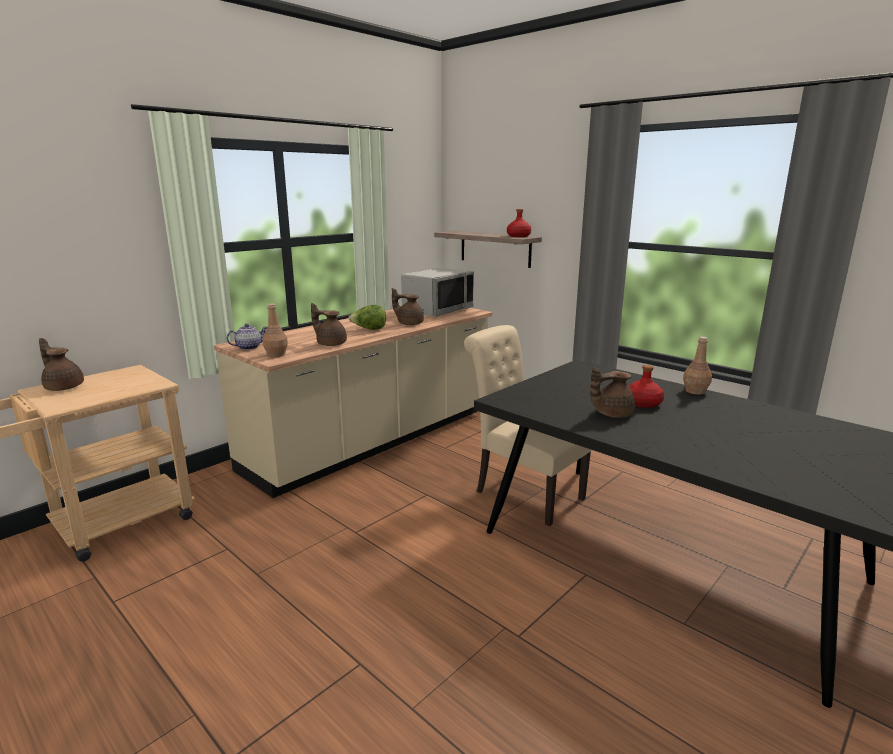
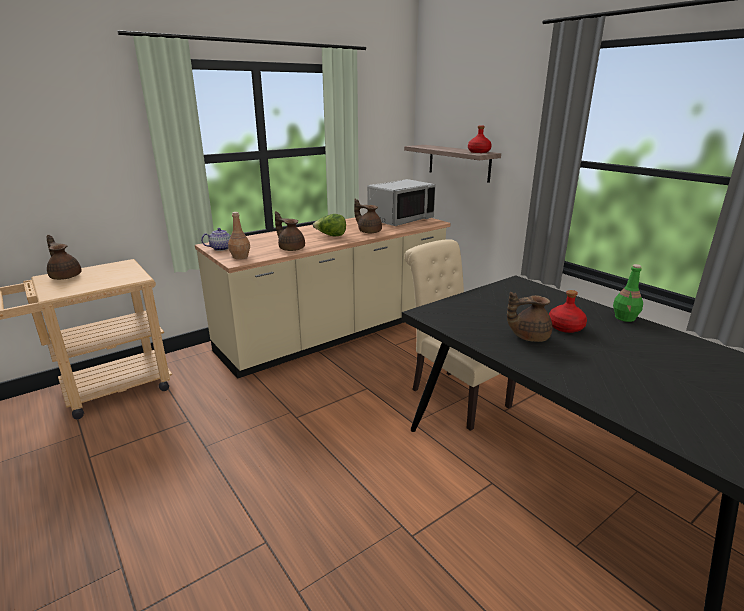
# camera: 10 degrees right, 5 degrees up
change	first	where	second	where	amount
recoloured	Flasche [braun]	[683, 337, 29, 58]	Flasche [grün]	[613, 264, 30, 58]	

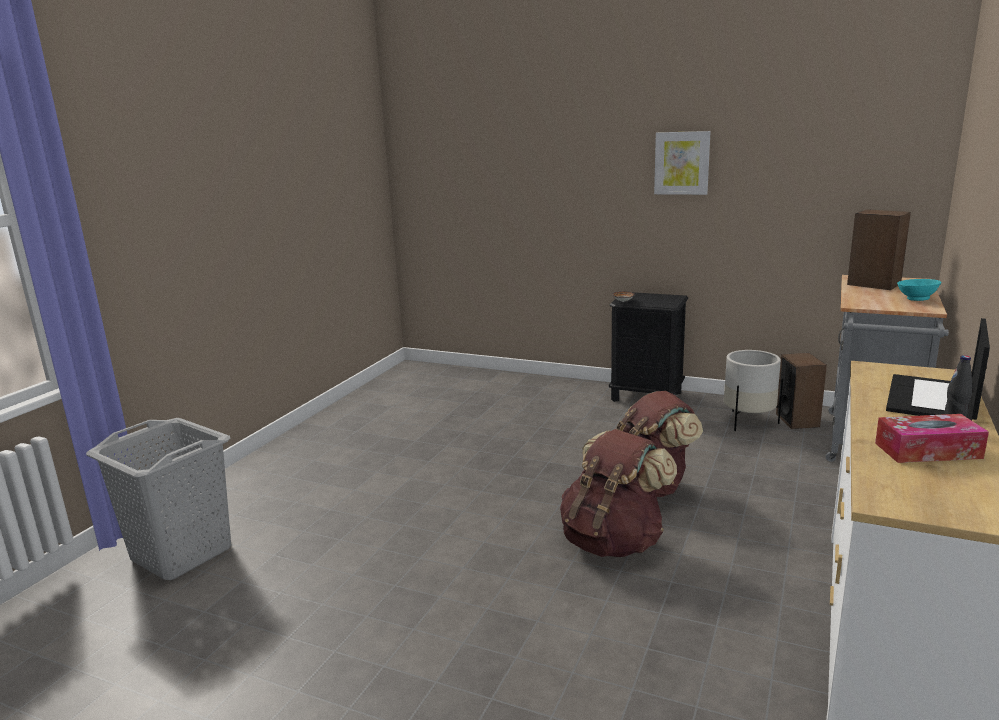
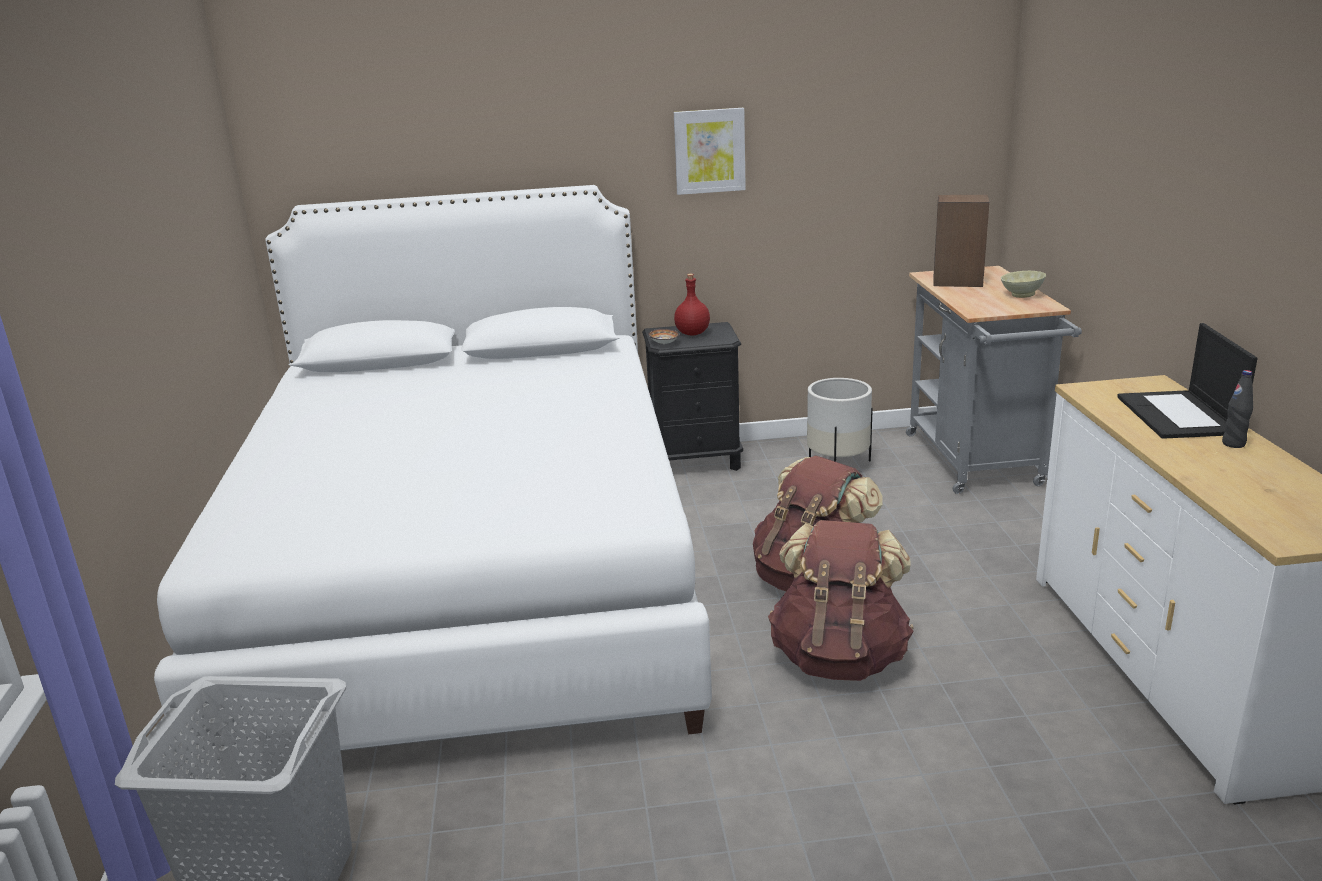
# camera: 30 degrees left, 5 degrees up
change	first	where	second	where	amount
added			Bett [weiß]	[154, 185, 558, 569]	
added			Flasche [rot]	[674, 274, 36, 62]	
recoloured	Schüssel [türkis]	[897, 279, 45, 22]	Schüssel [beige]	[1001, 271, 45, 27]	
removed	Lautsprecher	[776, 353, 51, 76]			
removed	Taschentuchbox	[875, 414, 114, 49]			

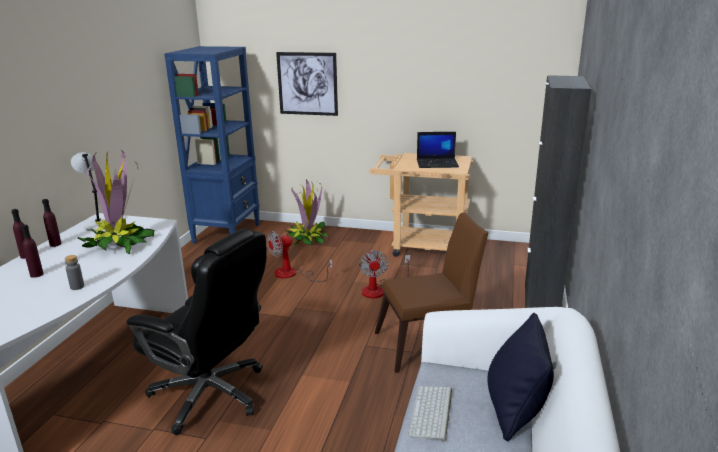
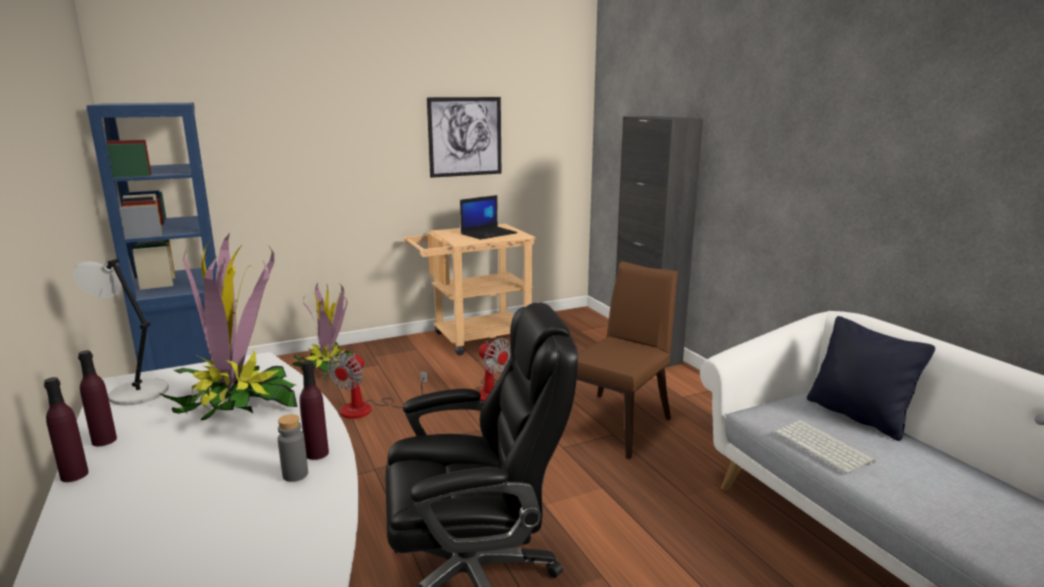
# camera: 40 degrees left, 5 degrees down
change	first	where	second	where	amount
moved	Flasche [lila]	[21, 225, 23, 53]		[300, 360, 29, 100]	
moved	Bild	[276, 52, 62, 64]		[427, 97, 74, 81]	

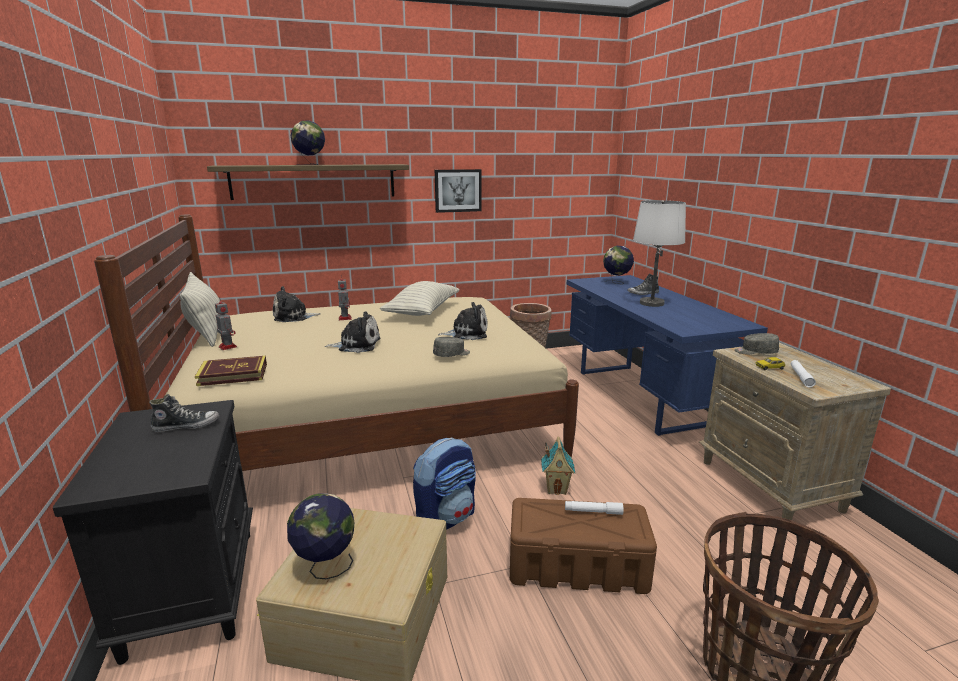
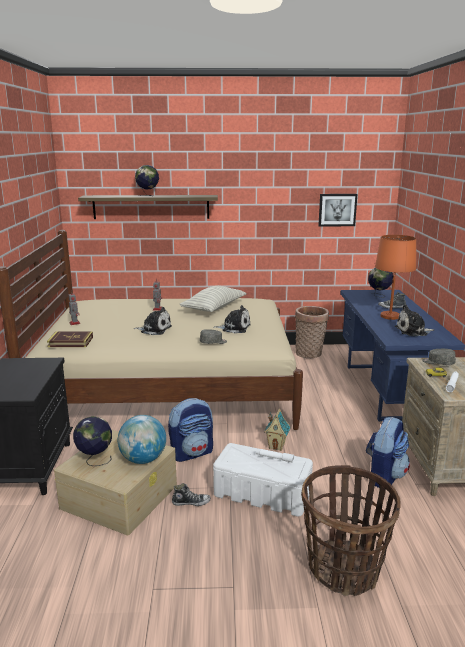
# camera: 15 degrees right, 0 degrees up
change	first	where	second	where	amount
added			Globus	[118, 415, 48, 49]	
moved	Schuh	[149, 394, 70, 38]		[172, 483, 39, 23]	
recoloured	Aufbewahrungsbox [braun]	[510, 498, 147, 96]	Aufbewahrungsbox [weiß]	[213, 443, 100, 74]	
moved	Bild	[435, 169, 47, 44]		[318, 194, 39, 32]	
added			Rucksack	[366, 417, 44, 71]	
recoloured	Tischlampe [weiß]	[633, 200, 53, 107]	Tischlampe [orange]	[375, 235, 41, 85]	
moved	Plüschtier	[273, 286, 48, 36]		[395, 304, 39, 32]	
removed	Kissen	[180, 272, 40, 75]			

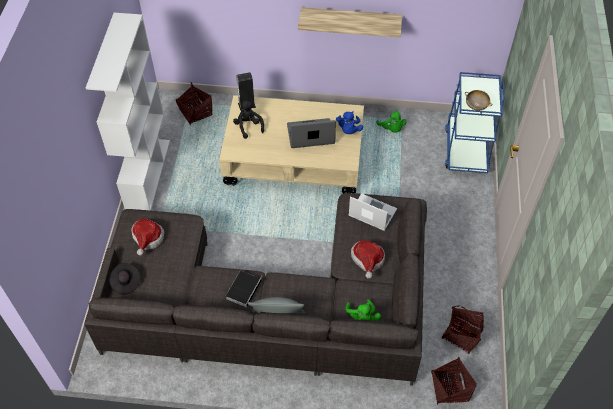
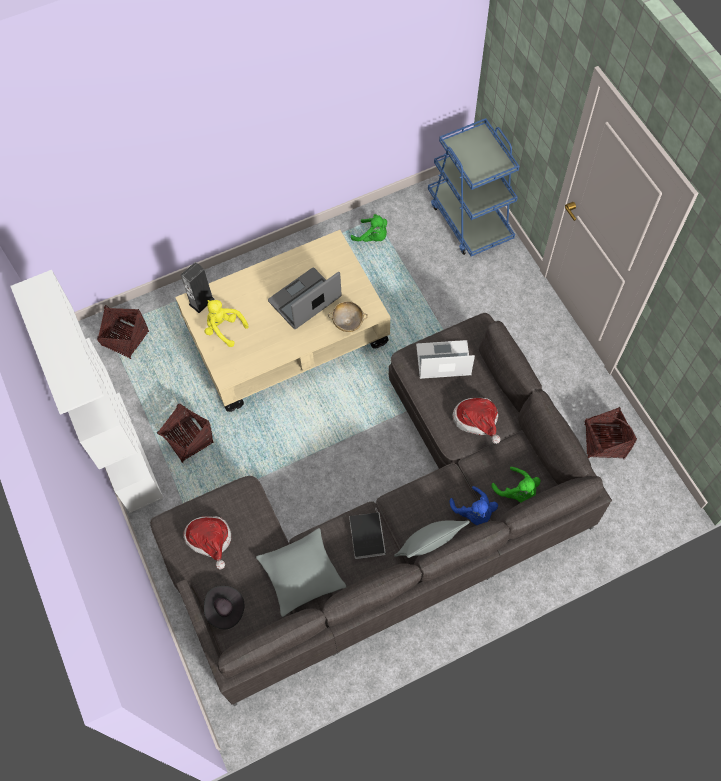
# camera: 30 degrees left, 10 degrees up
change	first	where	second	where	amount
moved	Korb	[431, 357, 46, 48]		[157, 404, 57, 59]	
recoloured	Plüschtier [schwarz]	[233, 100, 31, 39]	Plüschtier [gelb]	[205, 300, 43, 47]	
added			Kissen [grau]	[256, 528, 90, 89]	
moved	Schüssel [beige]	[465, 90, 27, 21]		[328, 301, 40, 31]	
moved	Plüschtier [blau]	[336, 111, 27, 23]		[450, 486, 48, 39]	
removed	Wandregal	[298, 7, 104, 31]			

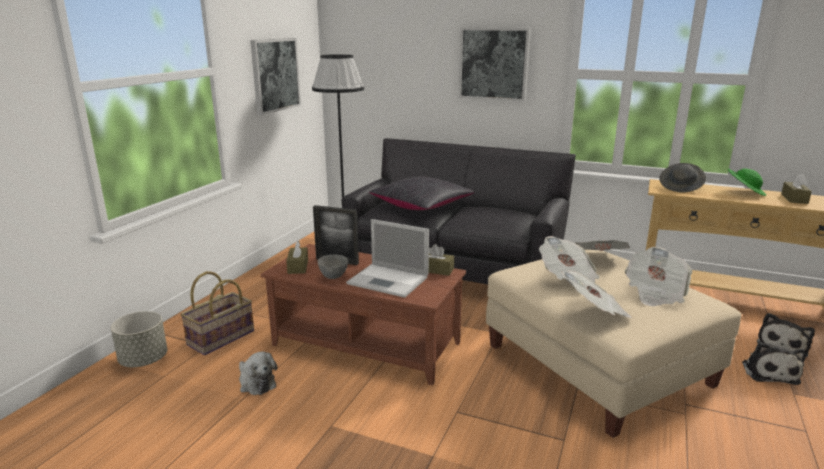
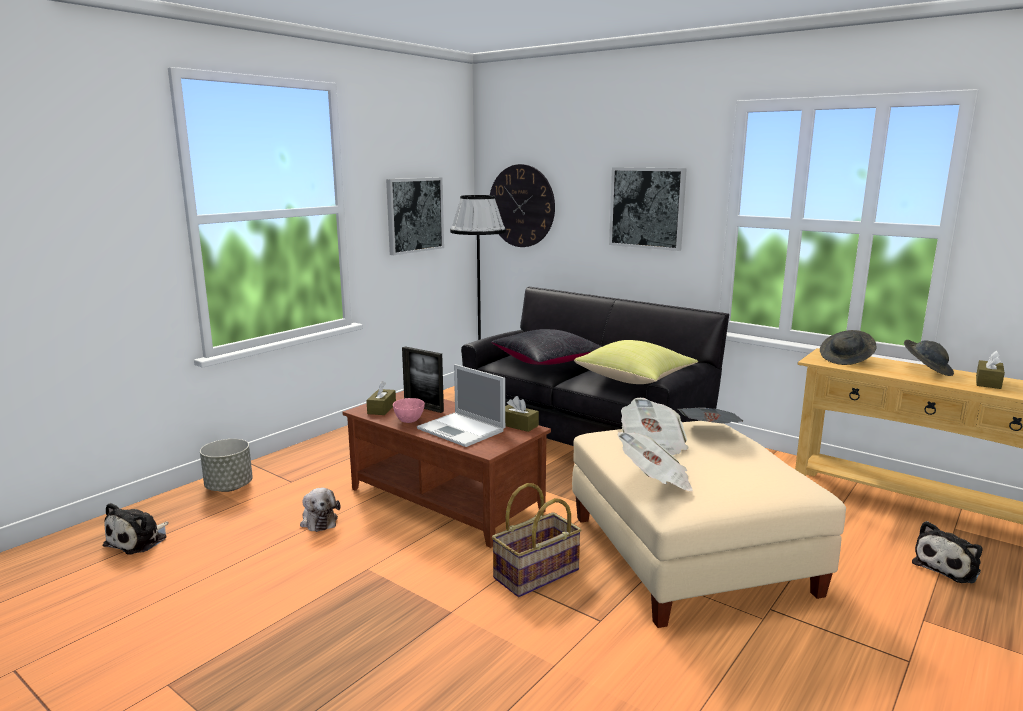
# camera: 15 degrees right, 5 degrees down
change	first	where	second	where	amount
moved	Plüschtier	[742, 342, 64, 43]		[103, 503, 65, 52]	
recoloured	Schüssel [grau]	[318, 255, 30, 24]	Schüssel [rosa]	[393, 398, 32, 25]	
added			Wanduhr	[490, 164, 65, 83]	
moved	Korb	[180, 271, 74, 84]		[492, 483, 89, 114]	
added			Kissen [gelb]	[574, 340, 124, 44]	
recoloured	Hut [grün]	[728, 168, 38, 28]	Hut [grau]	[904, 340, 50, 36]	
removed	Zeitung	[625, 247, 68, 59]			

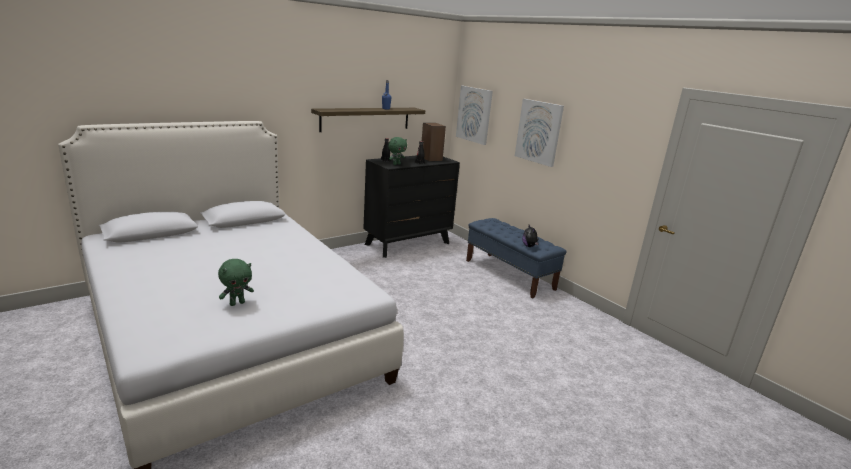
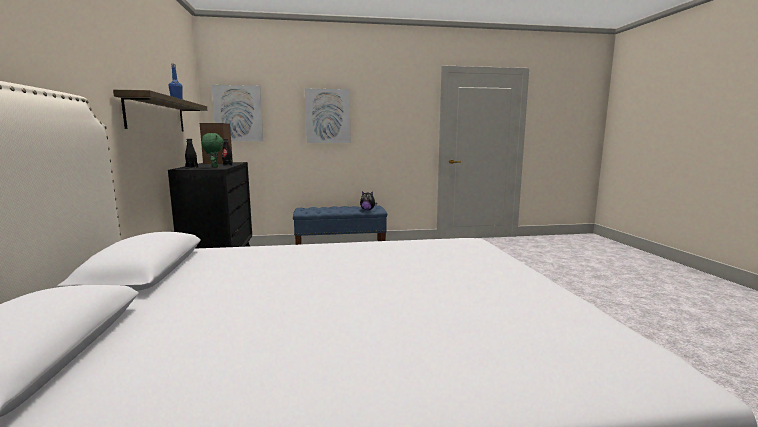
# camera: 60 degrees left, 10 degrees down
change	first	where	second	where	amount
removed	Plüschtier [grün]	[218, 259, 36, 47]			

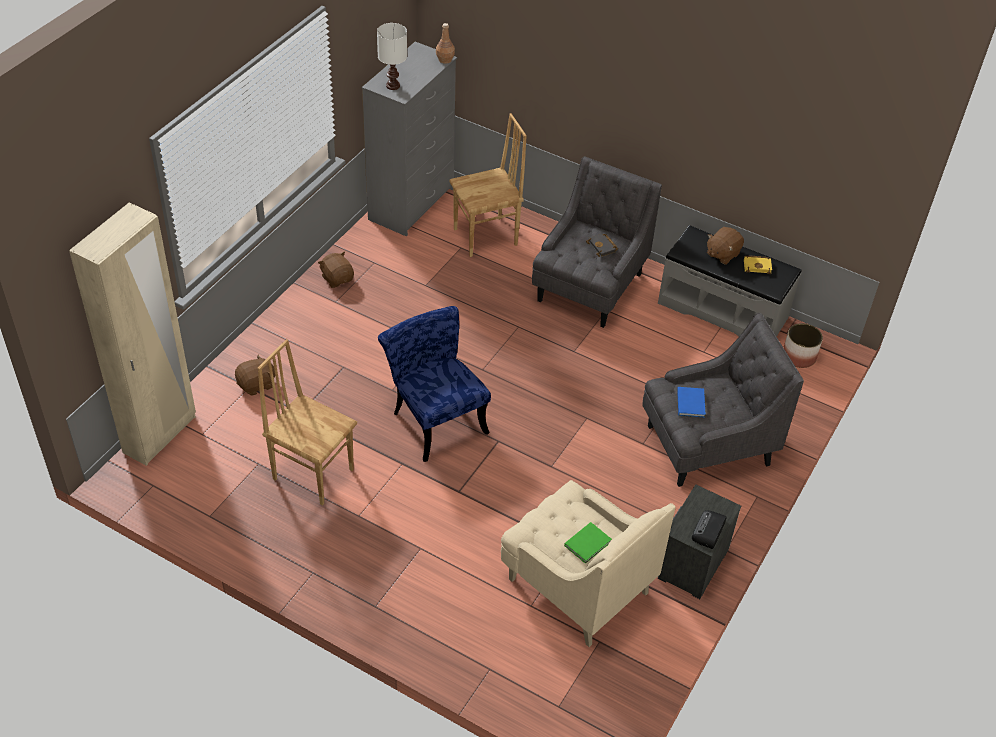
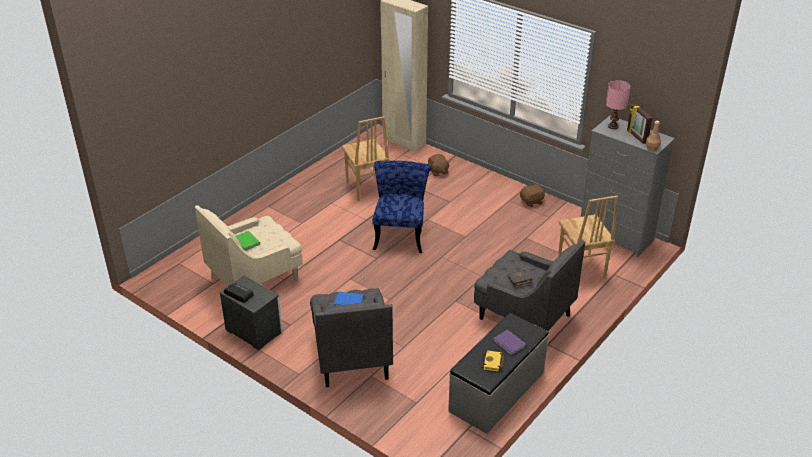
# camera: 100 degrees right, 10 degrees down
change	first	where	second	where	amount
turned	Stuhl [braun]	[258, 339, 99, 166]		[342, 116, 48, 85]	120 degrees clockwise
turned	Stuhl [blau]	[378, 306, 113, 156]		[372, 161, 59, 92]	60 degrees counterclockwise
replaced	Plüschtier [braun]	[707, 227, 37, 38]	Buch [lila]	[493, 330, 33, 26]	
recoloured	Tischlampe [weiß]	[377, 23, 30, 67]	Tischlampe [rosa]	[606, 80, 25, 49]	
added			Bilderrahmen	[627, 104, 26, 40]	
removed	Pflanzkübel	[783, 323, 40, 45]			

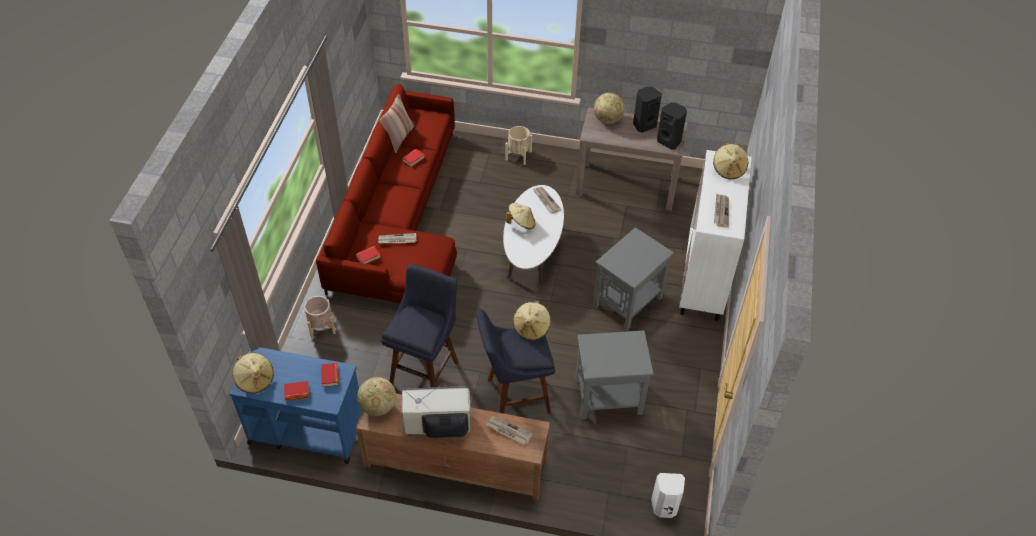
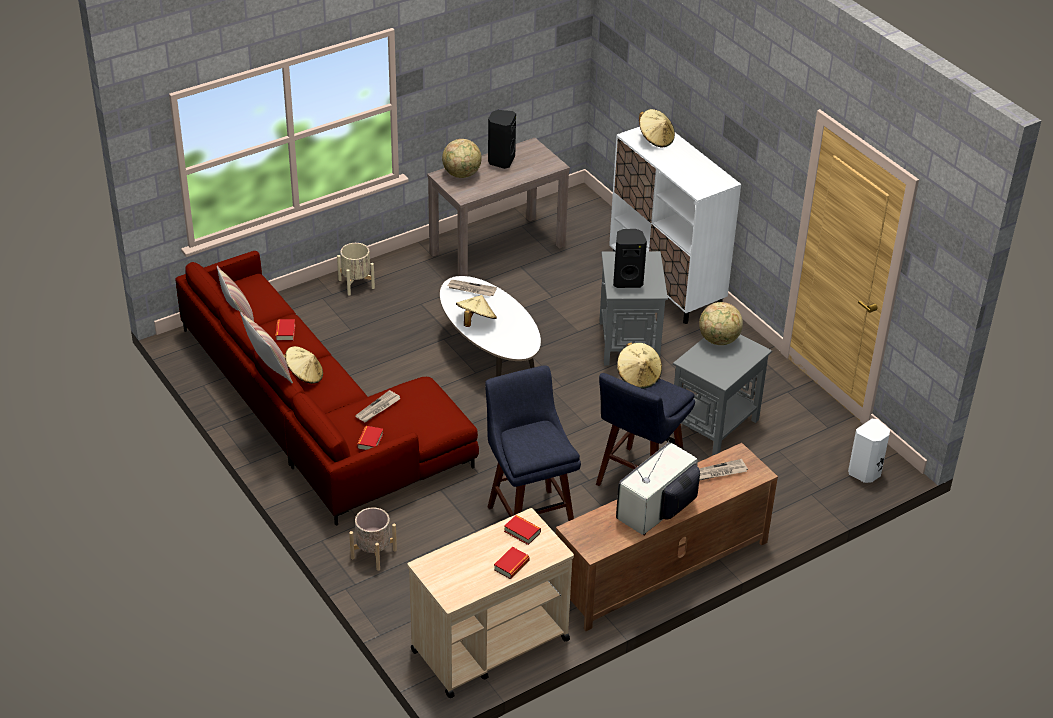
# camera: 45 degrees left, 10 degrees down
change	first	where	second	where	amount
added			Kissen	[240, 311, 53, 73]	
moved	Hut [beige]	[233, 353, 41, 41]		[283, 346, 40, 38]	
recoloured	Rollwagen [blau]	[229, 347, 133, 117]	Rollwagen [beige]	[407, 508, 167, 190]	
moved	Lautsprecher [schwarz]	[657, 102, 30, 48]		[613, 229, 34, 59]	
moved	Globus	[357, 377, 39, 39]		[699, 302, 44, 43]	
removed	Zeitung	[714, 194, 15, 33]			

